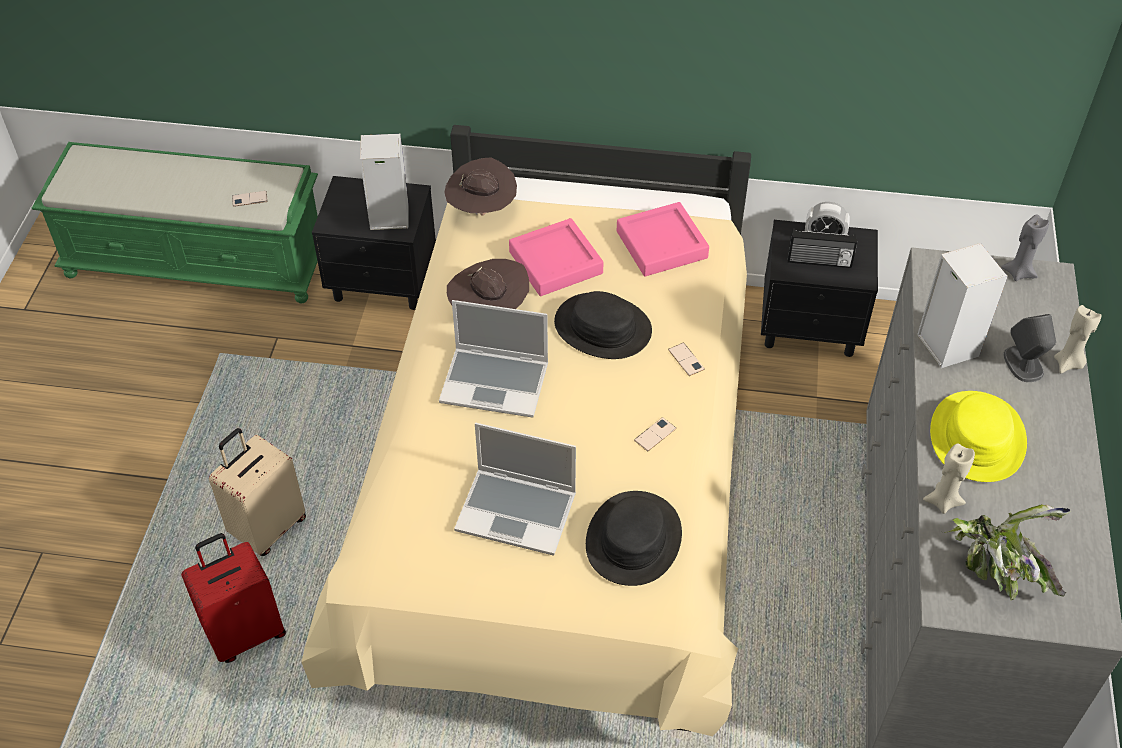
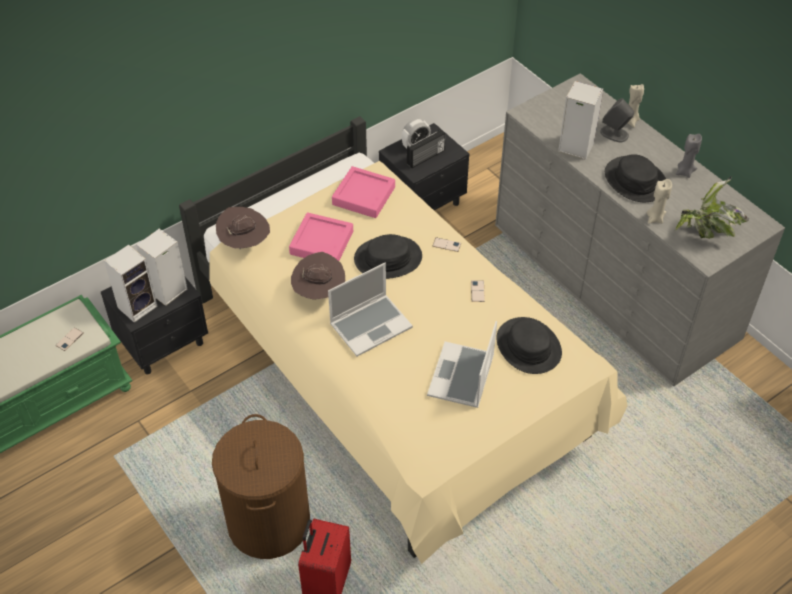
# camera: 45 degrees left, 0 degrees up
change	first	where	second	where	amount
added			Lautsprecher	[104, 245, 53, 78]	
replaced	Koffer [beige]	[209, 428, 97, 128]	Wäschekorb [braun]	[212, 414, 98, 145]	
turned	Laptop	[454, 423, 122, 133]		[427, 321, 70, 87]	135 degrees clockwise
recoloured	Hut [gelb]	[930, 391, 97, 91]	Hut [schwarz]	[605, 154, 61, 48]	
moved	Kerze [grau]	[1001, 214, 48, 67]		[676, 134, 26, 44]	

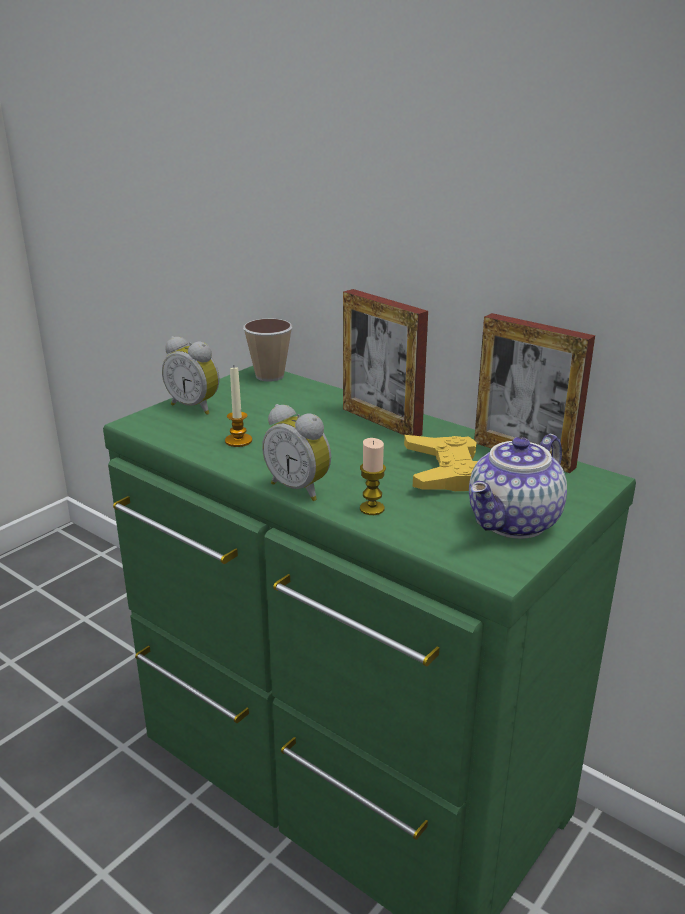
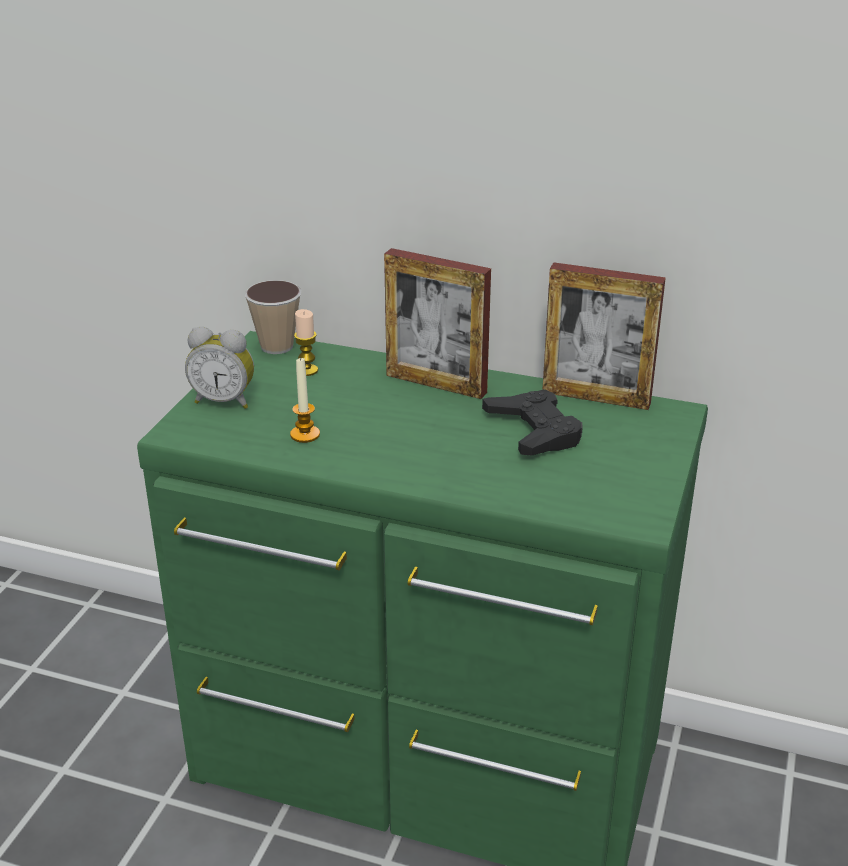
# camera: 20 degrees left, 5 degrees up
change	first	where	second	where	amount
moved	Kerze	[360, 438, 26, 77]		[294, 309, 24, 67]	
recoloured	Gamepad [gelb]	[404, 435, 74, 56]	Gamepad [schwarz]	[482, 389, 100, 67]	
removed	Wecker	[262, 404, 69, 97]			
removed	Teekanne	[469, 434, 98, 105]			

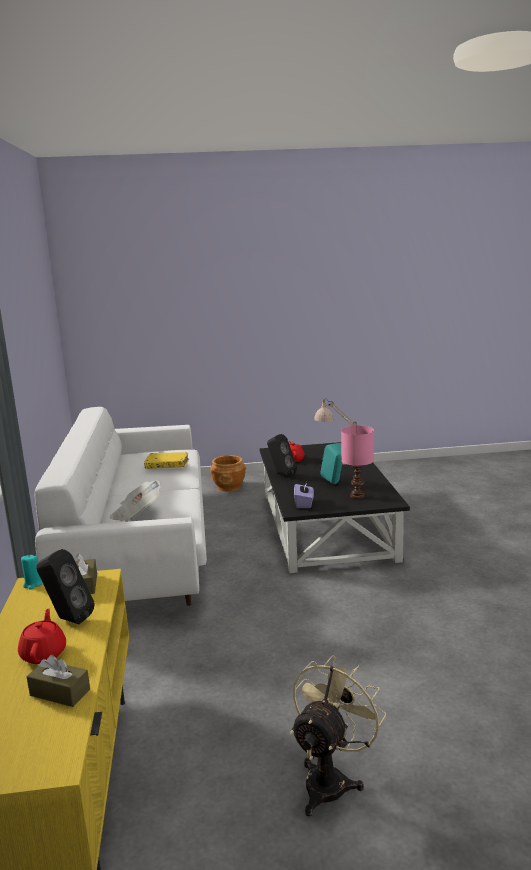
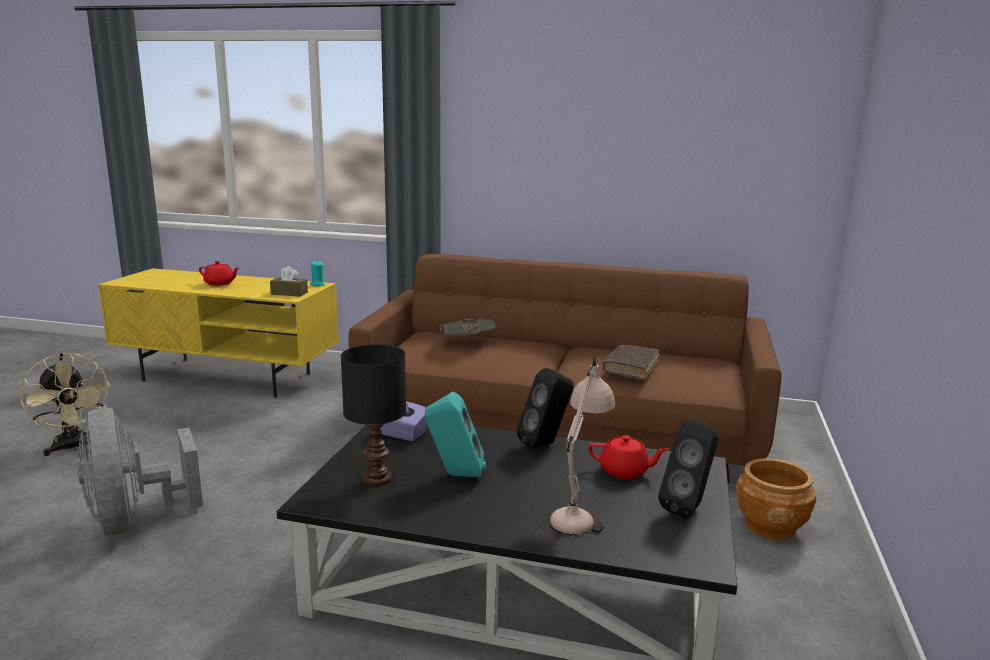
# camera: 110 degrees right, 0 degrees up
change	first	where	second	where	amount
added			Ventilator [grau]	[77, 408, 126, 127]	
recoloured	Tischlampe [rosa]	[341, 425, 33, 74]	Tischlampe [schwarz]	[341, 344, 65, 142]	
recoloured	Sofa [weiß]	[35, 407, 172, 199]	Sofa [braun]	[349, 254, 433, 229]	
recoloured	Buch [gelb]	[144, 452, 45, 17]	Buch [braun]	[602, 345, 57, 35]	
moved	Lautsprecher [schwarz]	[36, 549, 58, 75]		[658, 419, 61, 100]	
removed	Taschentuchbox [braun]	[27, 655, 63, 52]			

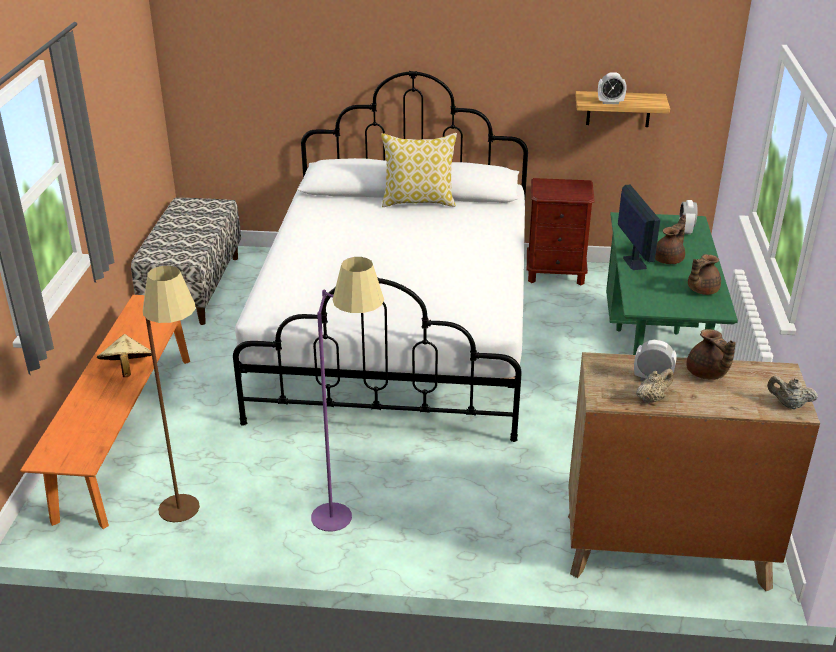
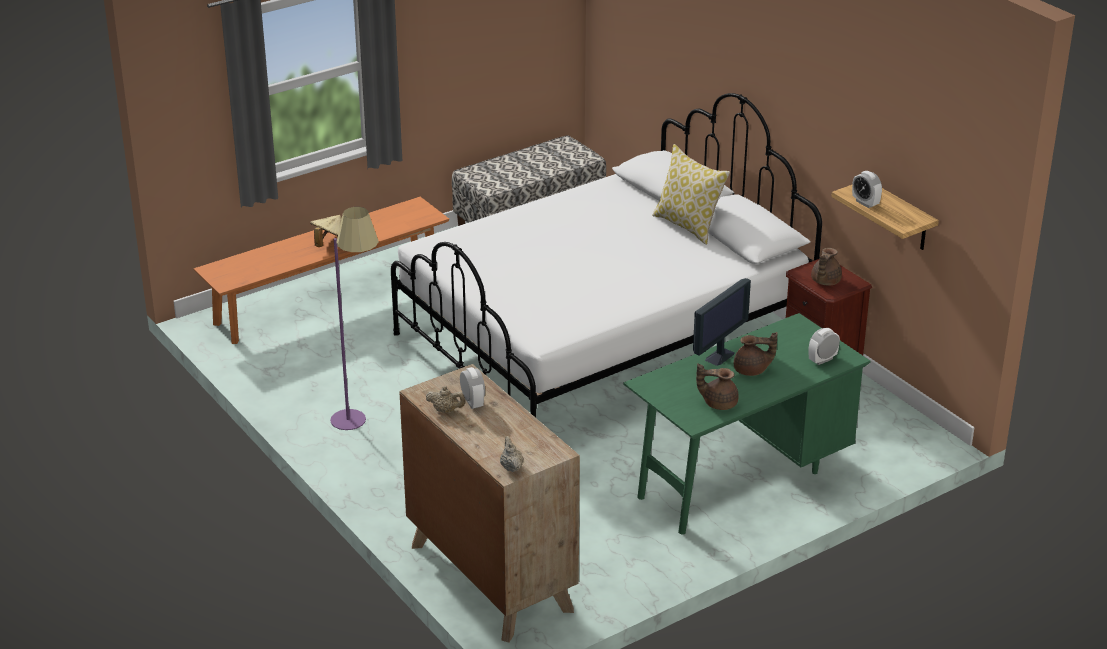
# camera: 50 degrees right, 0 degrees up
change	first	where	second	where	amount
moved	Teekanne [braun]	[686, 329, 50, 51]		[811, 248, 31, 38]	
removed	Stehlampe [braun]	[143, 266, 57, 256]			

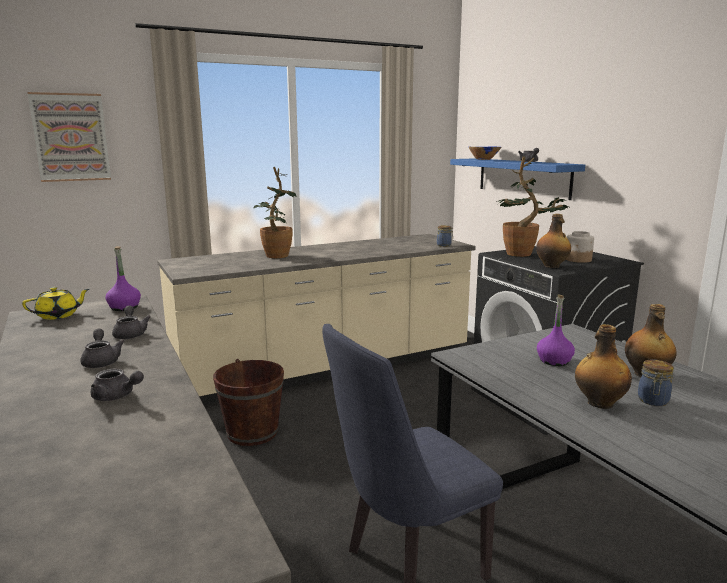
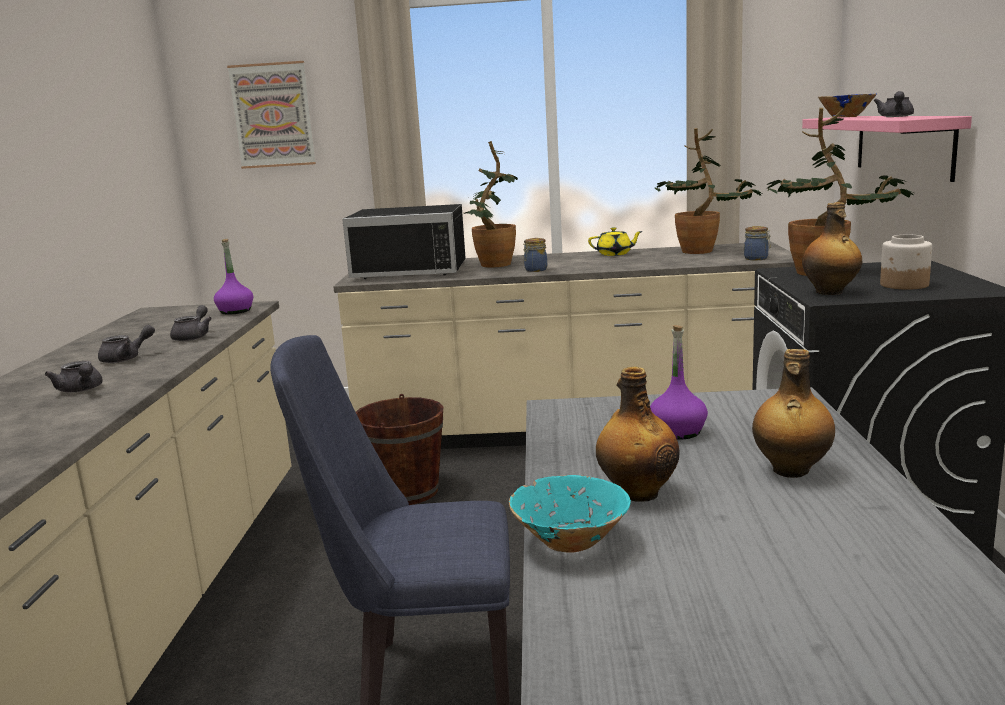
# camera: 30 degrees right, 0 degrees up
change	first	where	second	where	amount
turned	Teekanne [grau]	[80, 329, 45, 39]		[98, 325, 57, 38]	45 degrees clockwise
added			Mikrowelle [schwarz]	[342, 204, 124, 75]	
added			Schüssel [türkis]	[509, 475, 122, 78]	
moved	Vorratsglas	[638, 360, 36, 46]		[523, 238, 24, 34]	
moved	Teekanne [gelb]	[22, 287, 67, 33]		[588, 227, 55, 29]	
added			Topfpflanze	[654, 128, 108, 126]	
recoloured	Wandregal [blau]	[450, 158, 135, 42]	Wandregal [rosa]	[802, 116, 170, 66]	

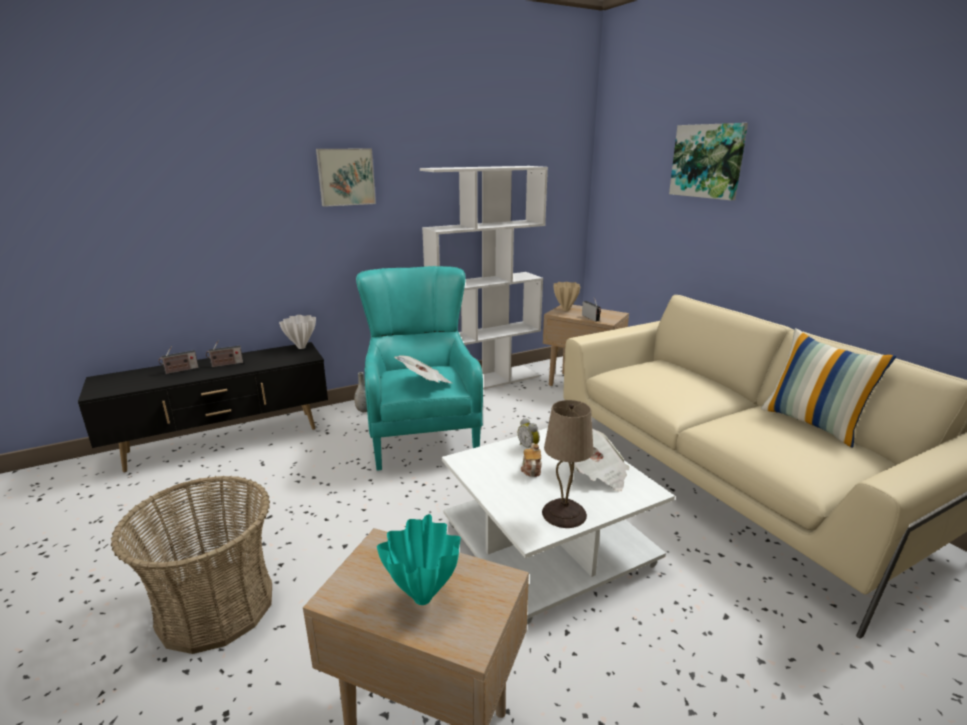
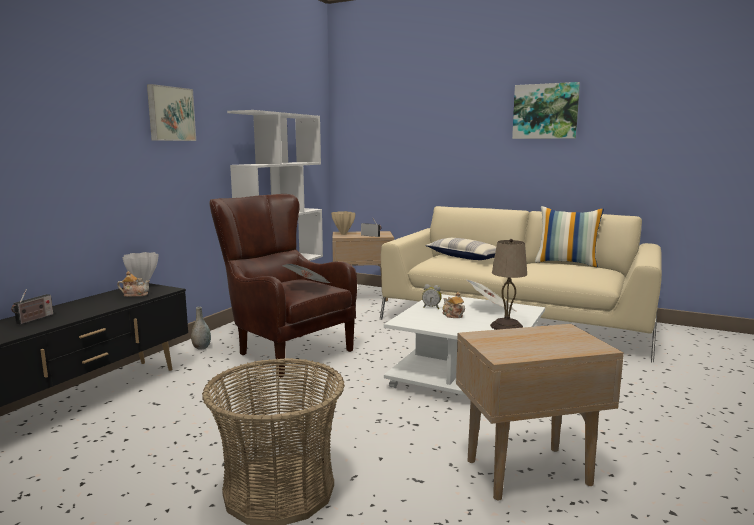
# camera: 35 degrees left, 10 degrees down
change	first	where	second	where	amount
added			Teekanne	[117, 271, 33, 26]	
recoloured	Sessel [türkis]	[356, 266, 127, 204]	Sessel [braun]	[209, 194, 148, 183]	
added			Kissen	[425, 238, 71, 22]	
moved	Bild	[669, 123, 79, 77]		[512, 82, 68, 57]	
removed	Radio	[206, 340, 37, 27]			
removed	Vase [türkis]	[377, 514, 84, 91]			

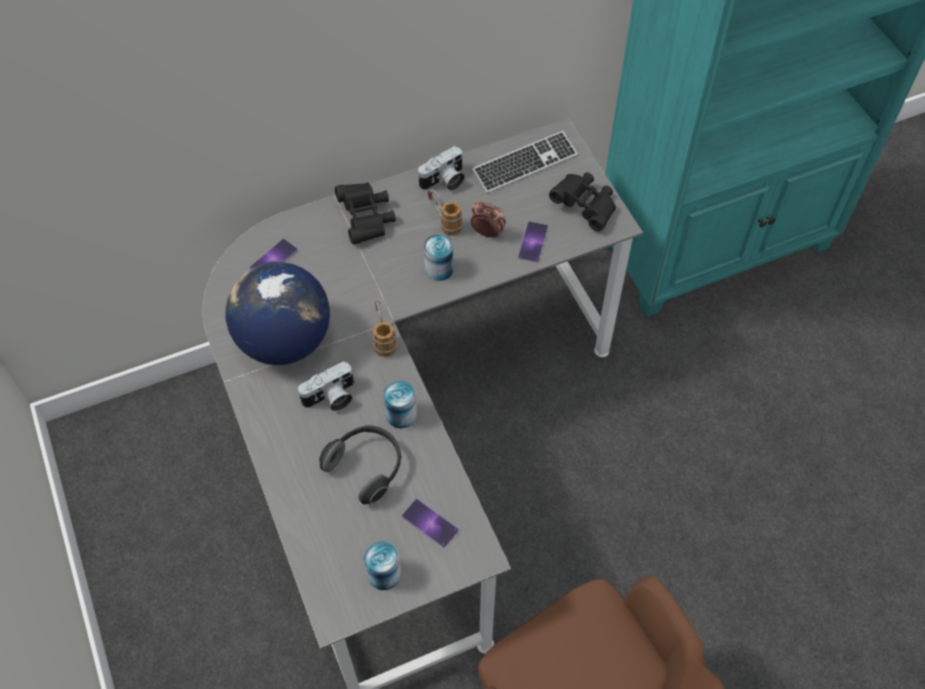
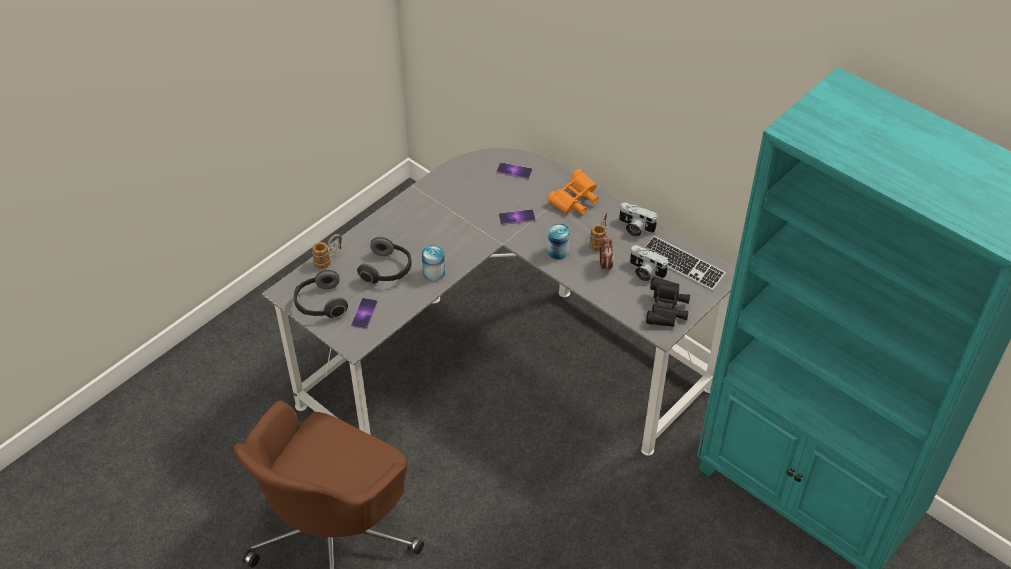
# camera: 65 degrees right, 10 degrees down
change	first	where	second	where	amount
replaced	Dose	[364, 541, 37, 49]	Kopfhörer	[294, 270, 54, 48]	
moved	Henkelbecher	[372, 301, 25, 56]		[312, 234, 30, 35]	
moved	Handy	[518, 221, 30, 41]		[499, 209, 37, 16]	
recoloured	Fernglas [schwarz]	[335, 182, 61, 62]	Fernglas [orange]	[547, 169, 52, 46]	
moved	Kamera	[298, 361, 56, 50]		[630, 245, 39, 36]	
removed	Globus	[225, 262, 105, 103]			

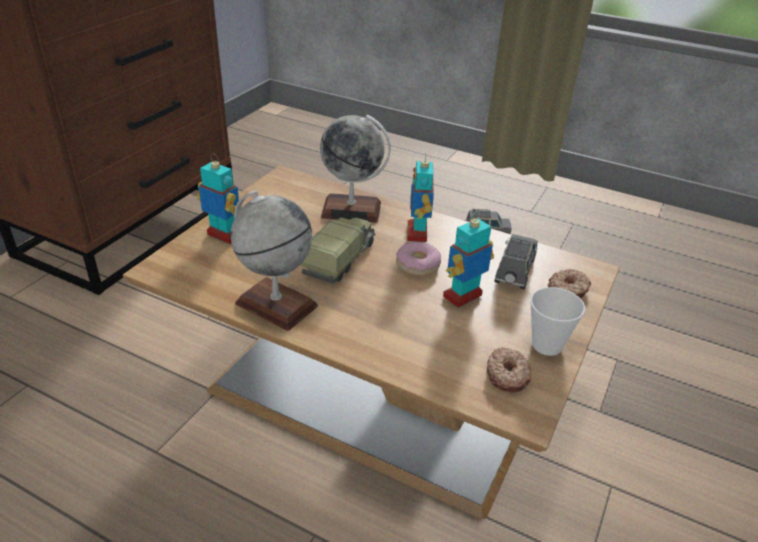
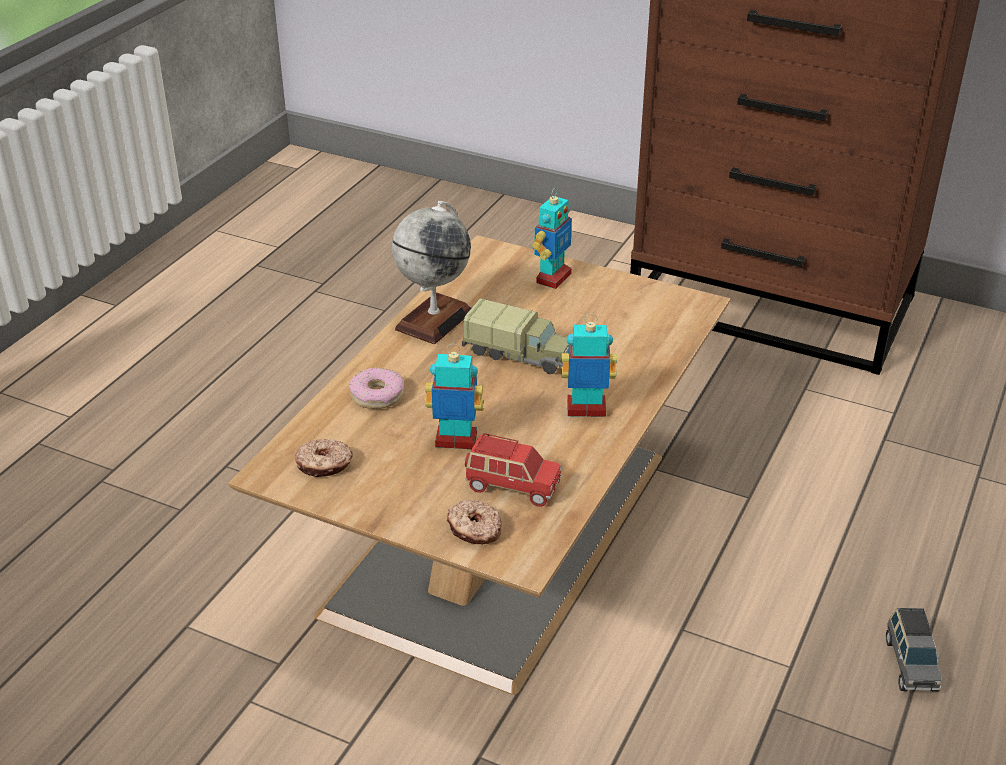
# camera: 90 degrees right, 0 degrees up
change	first	where	second	where	amount
moved	Donut	[396, 242, 45, 34]		[349, 367, 55, 42]	
turned	Spielzeugroboter	[443, 211, 51, 97]		[425, 344, 59, 105]	45 degrees counterclockwise
recoloured	Spielzeugauto [grau]	[495, 234, 42, 56]	Spielzeugauto [rot]	[465, 433, 96, 74]	
removed	Globus	[320, 115, 71, 108]			
removed	Tasse	[530, 287, 55, 69]			

